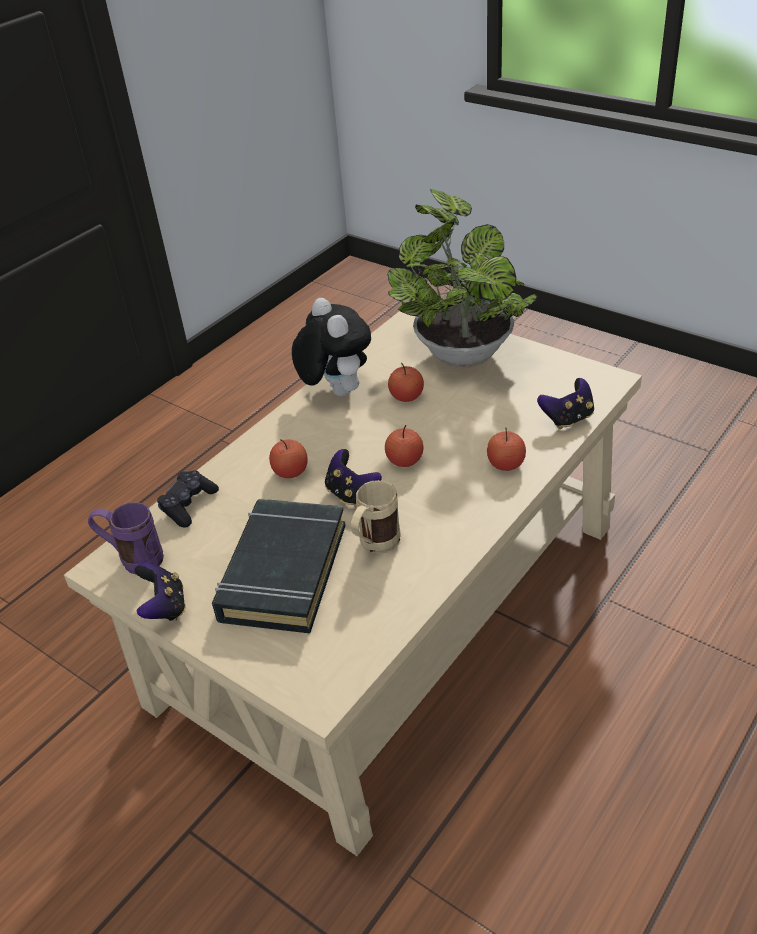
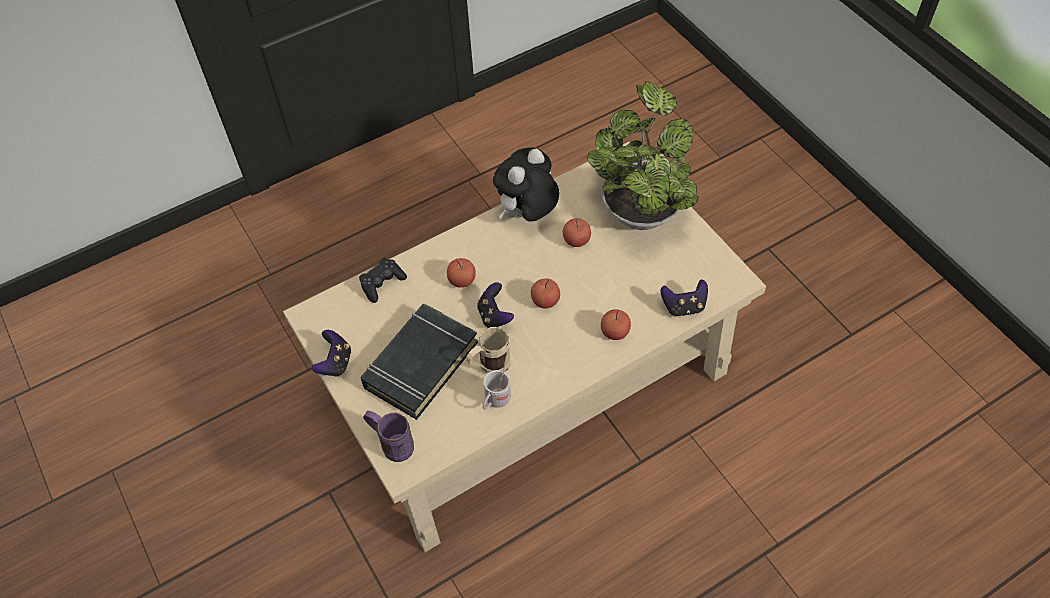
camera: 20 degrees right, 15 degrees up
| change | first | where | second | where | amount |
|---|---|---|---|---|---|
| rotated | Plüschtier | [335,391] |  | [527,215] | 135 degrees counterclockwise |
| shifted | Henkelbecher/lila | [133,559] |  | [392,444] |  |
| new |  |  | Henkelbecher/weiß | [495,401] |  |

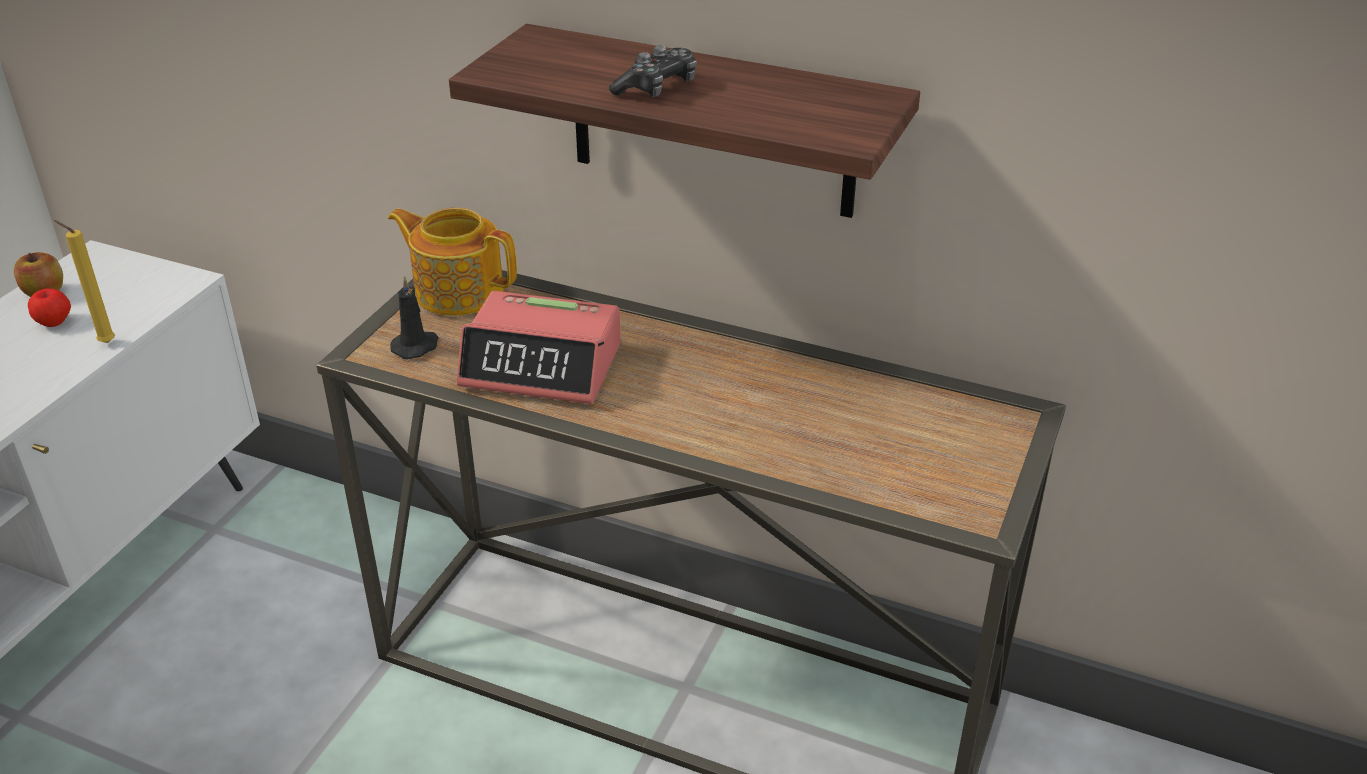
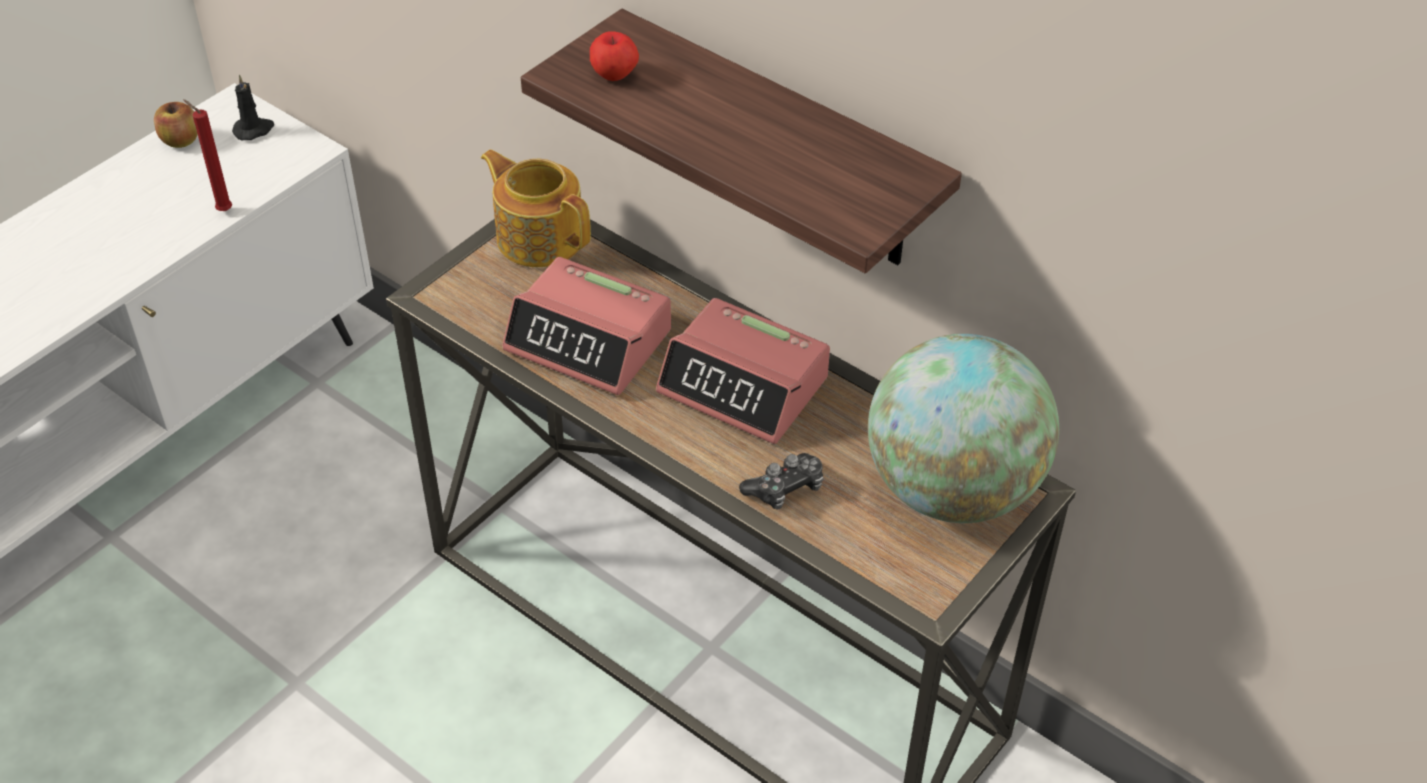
camera: 15 degrees right, 10 degrees up
| change | first | where | second | where | amount |
|---|---|---|---|---|---|
| shifted | Gamepad | [657,88] |  | [785,488] |  |
| repainted | Kerze/gelb | [104,342] | Kerze/rot | [222,210] |  |
| shifted | Kerze/schwarz | [416,346] |  | [254,130] |  |
| shifted | Apfel | [54,322] |  | [614,75] |  |
| new |  |  | Wecker | [744,385] |  |
| new |  |  | Globus | [952,489] |  |

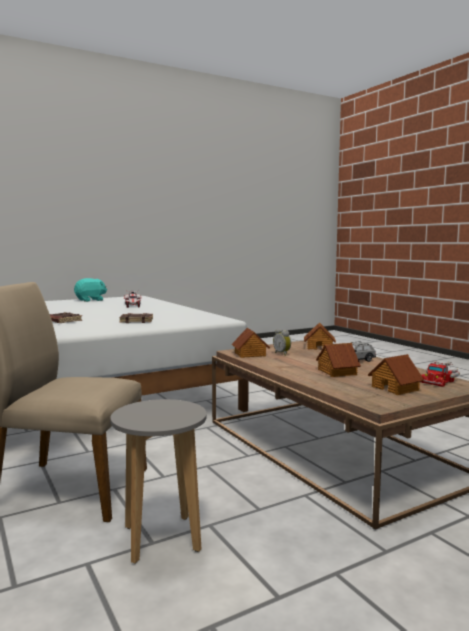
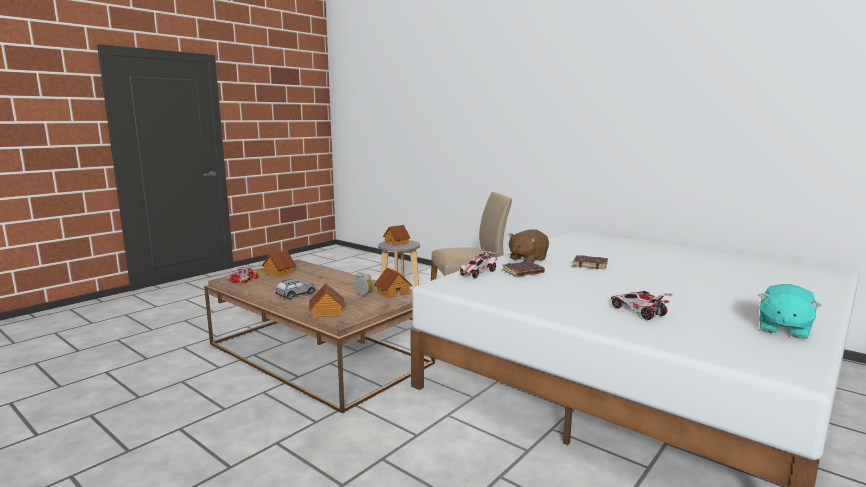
camera: 160 degrees right, 5 degrees up
| change | first | where | second | where | amount |
|---|---|---|---|---|---|
| shifted | Spielzeughaus | [336,372] |  | [397,243] |  |
| new |  |  | Plüschtier/braun | [527,259] |  |
| new |  |  | Spielzeugauto | [478,273] |  |

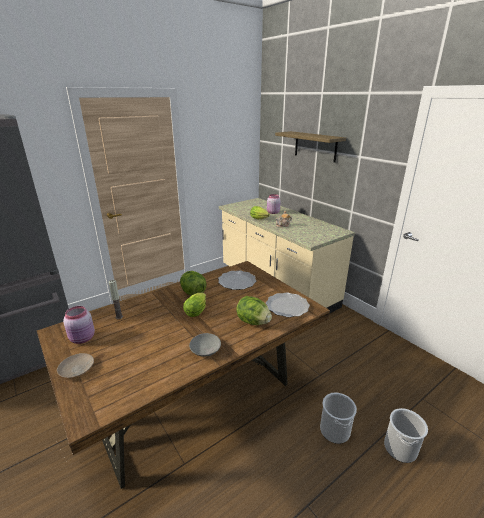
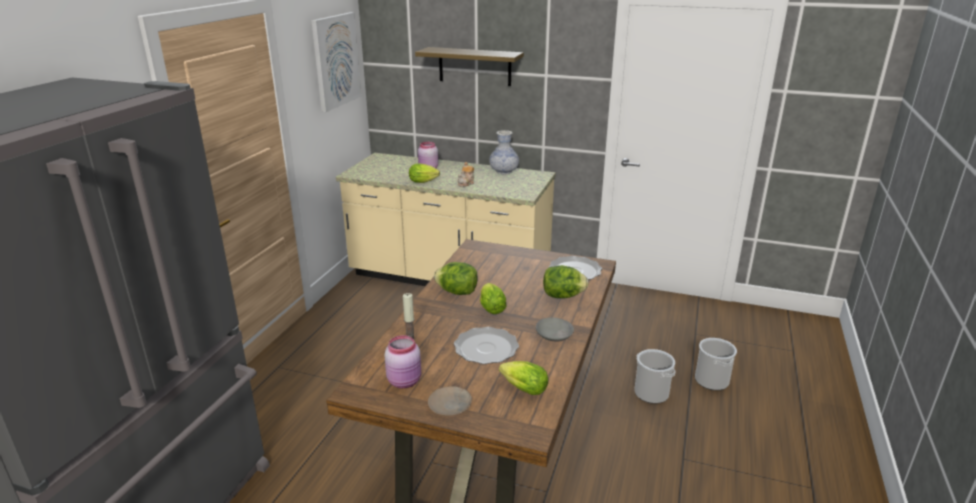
camera: 35 degrees left, 0 degrees up
| change | first | where | second | where | amount |
|---|---|---|---|---|---|
| shifted | Teller | [236,282] |  | [485,348] |  |
| new |  |  | Bild | [336,61] |  |
| new |  |  | Vase | [504,171] |  |
| new |  |  | Salatkopf | [521,388] |  |

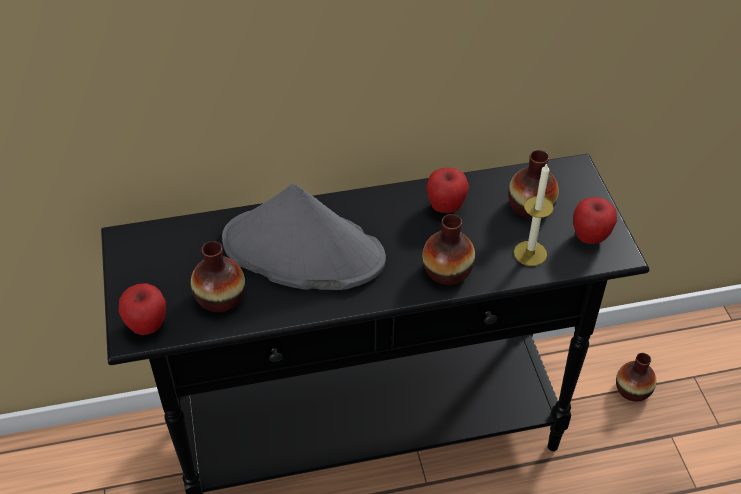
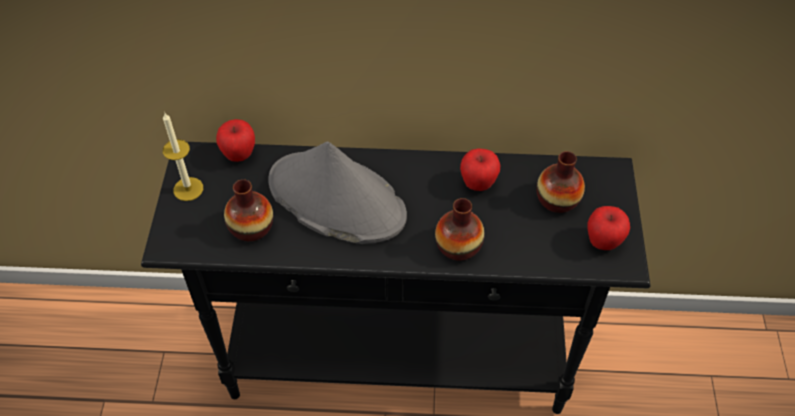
camera: 15 degrees right, 5 degrees up
| change | first | where | second | where | amount |
|---|---|---|---|---|---|
| shifted | Kerze | [530,253] |  | [188,189] |  |
| shifted | Apfel | [147,326] |  | [239,155] |  |
| gone | Vase | [632,389] |  |  |  |

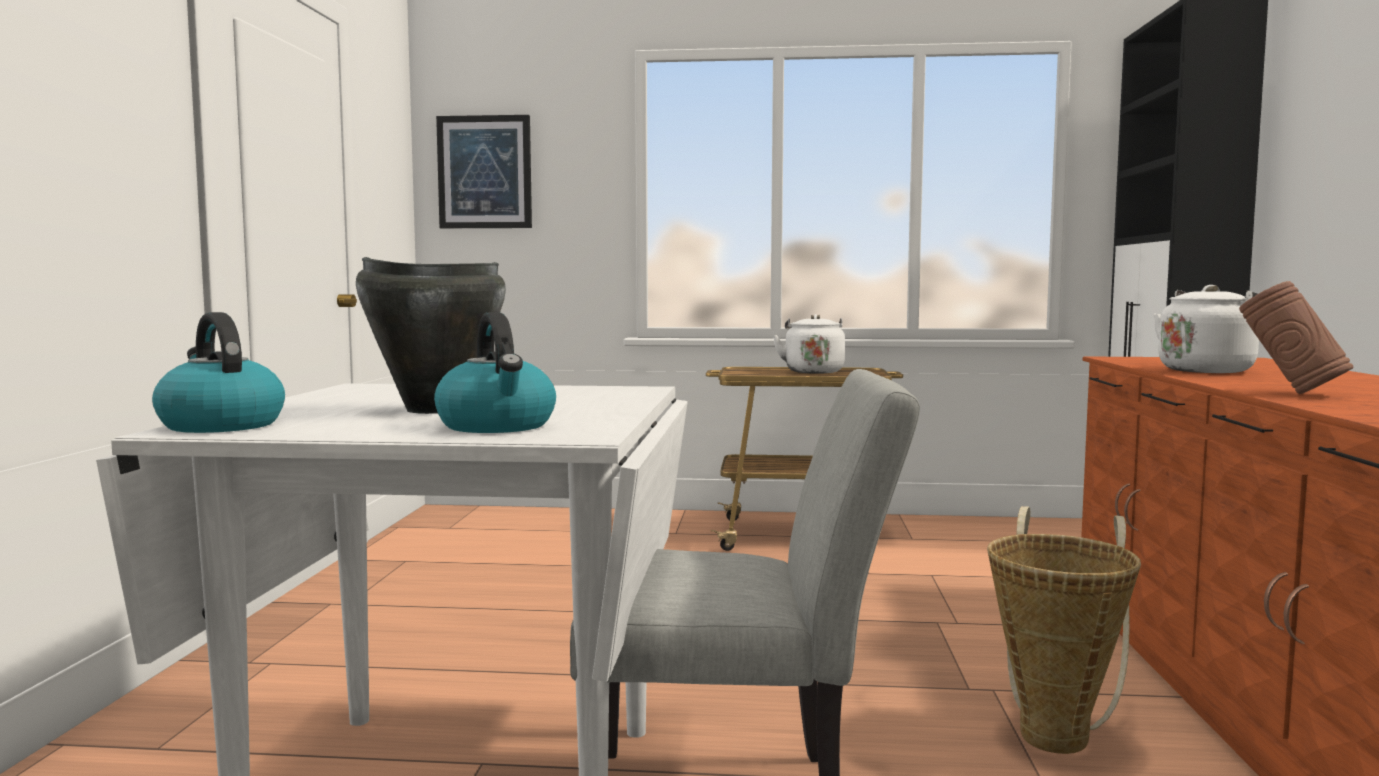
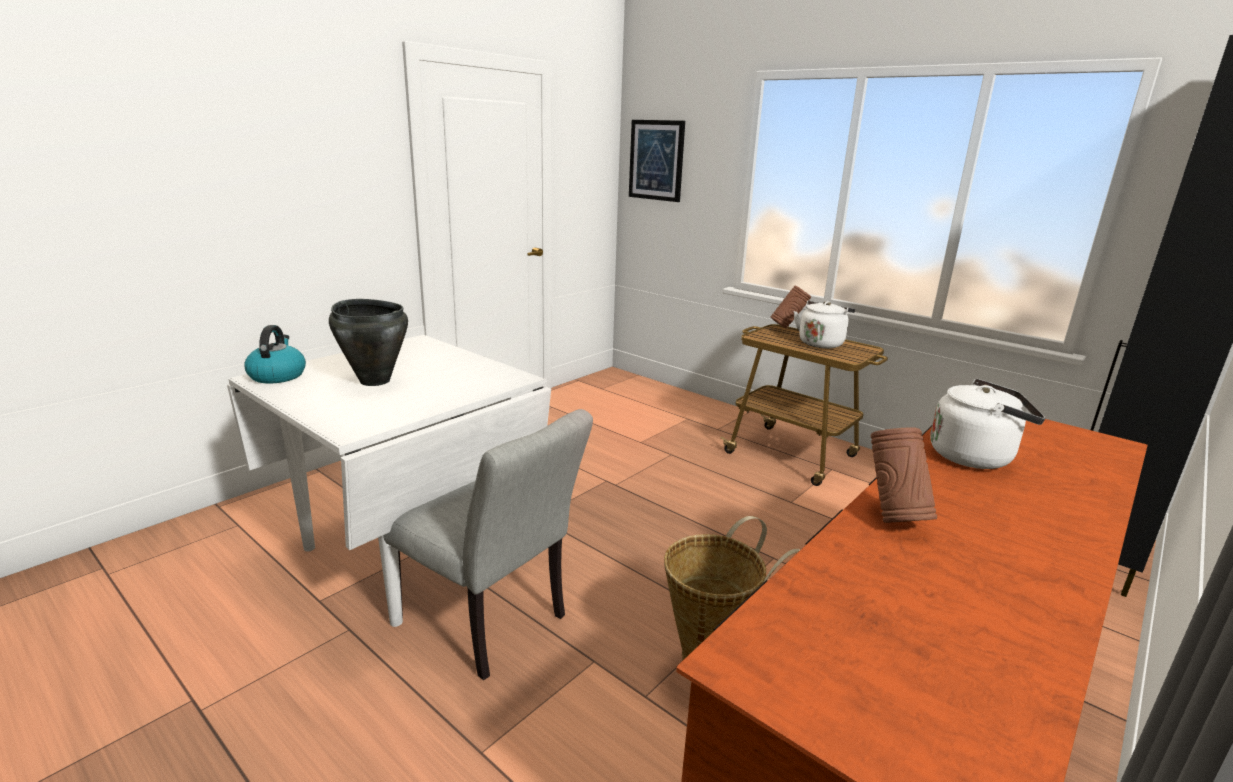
camera: 35 degrees right, 15 degrees up
| change | first | where | second | where | amount |
|---|---|---|---|---|---|
| gone | Wasserkessel | [497,426] |  |  |  |
| new |  |  | Vase/braun | [787,327] |  |

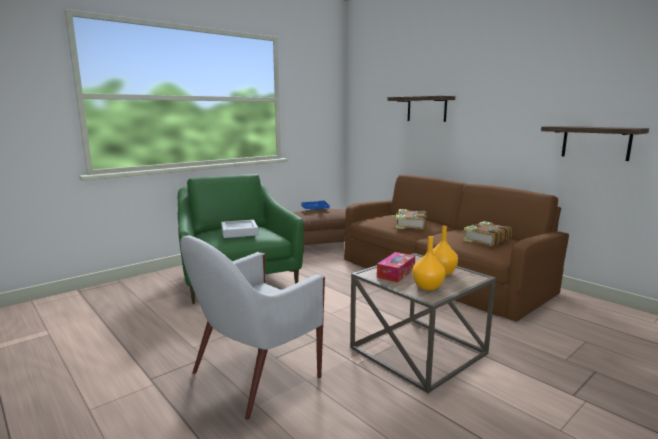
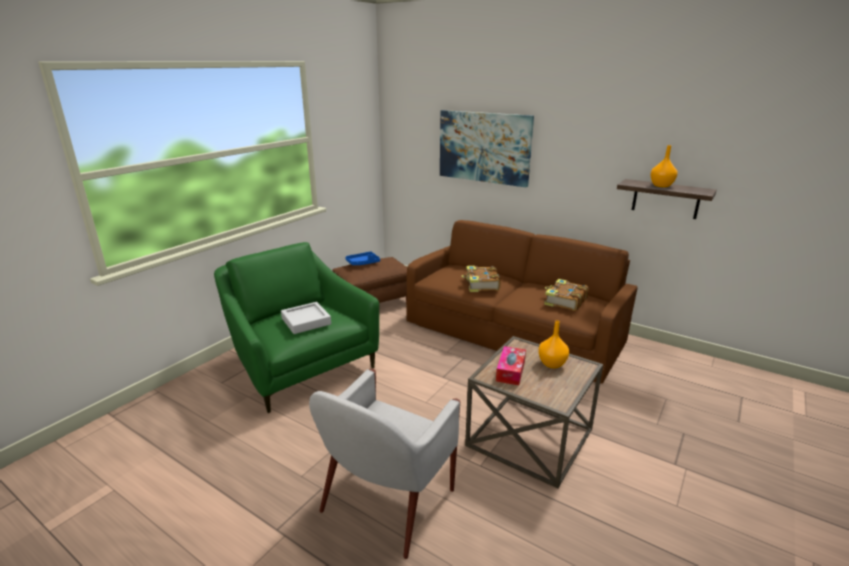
camera: 15 degrees left, 10 degrees up
| change | first | where | second | where | amount |
|---|---|---|---|---|---|
| swapped | Wandregal | [426,109] | Bild | [484,147] |  |
| shifted | Vase/orange | [428,287] |  | [661,185] |  |

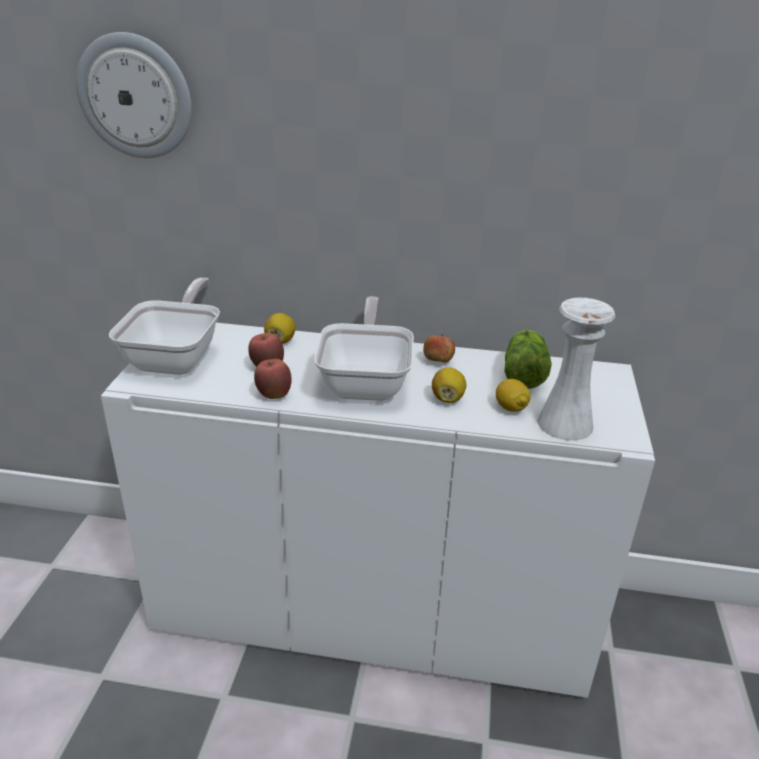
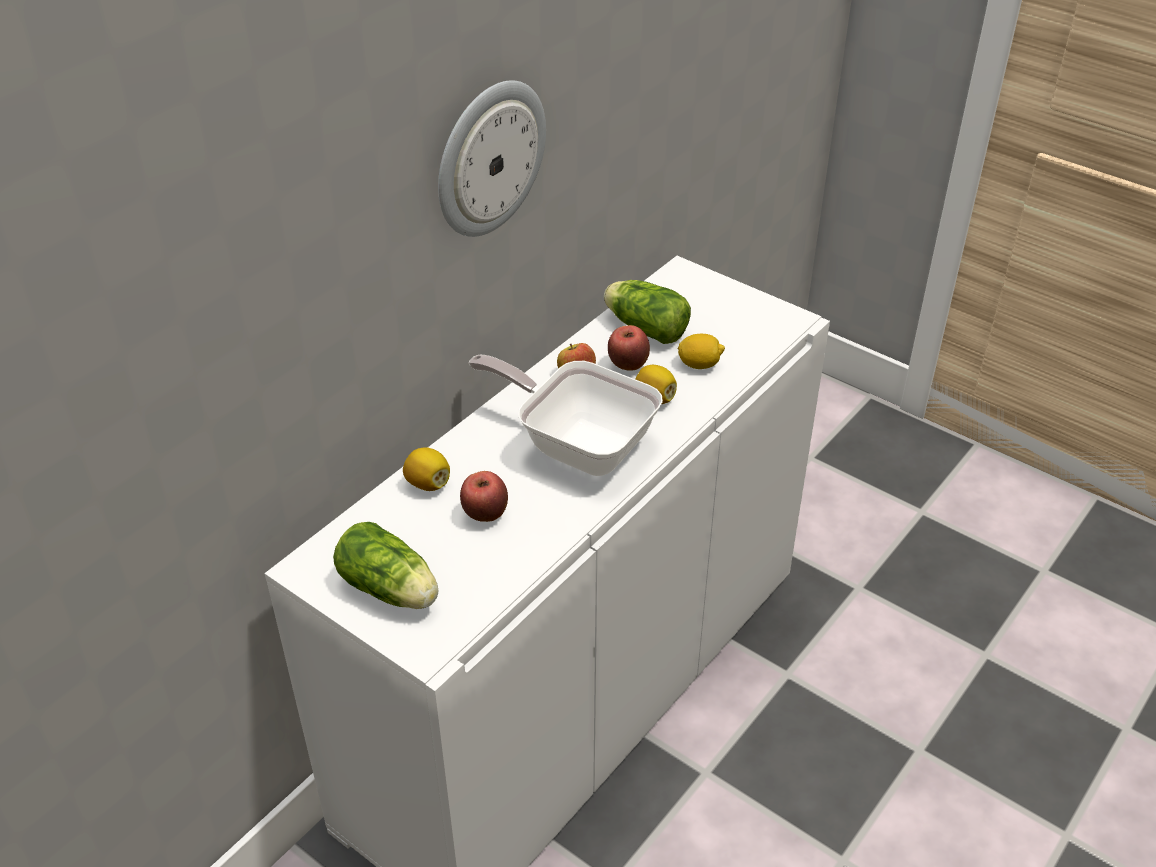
camera: 60 degrees left, 10 degrees up
| change | first | where | second | where | amount |
|---|---|---|---|---|---|
| shifted | Wanduhr | [135,96] |  | [489,158] |  |
| swapped | Pfanne | [177,356] | Salatkopf | [392,591] |  |
| gone | Vase/weiß | [565,424] |  |  |  |
| shifted | Apfel | [273,395] |  | [628,365] |  |

